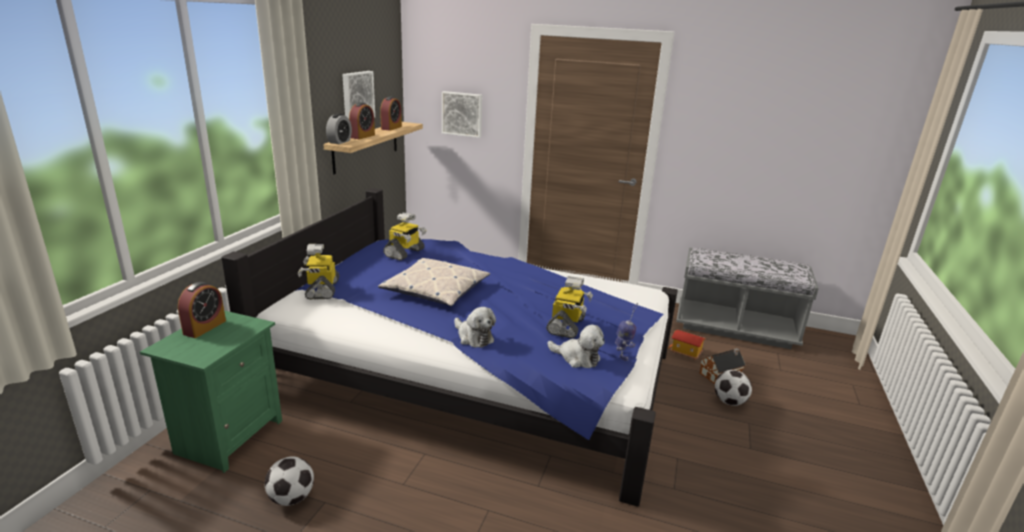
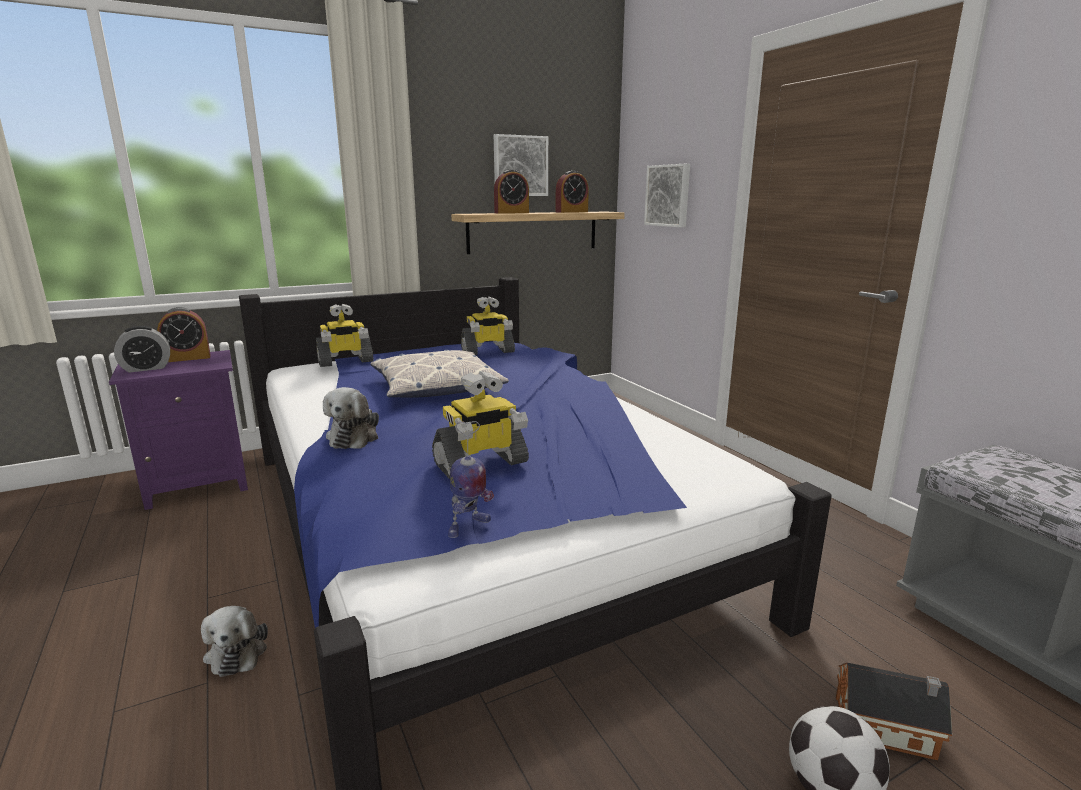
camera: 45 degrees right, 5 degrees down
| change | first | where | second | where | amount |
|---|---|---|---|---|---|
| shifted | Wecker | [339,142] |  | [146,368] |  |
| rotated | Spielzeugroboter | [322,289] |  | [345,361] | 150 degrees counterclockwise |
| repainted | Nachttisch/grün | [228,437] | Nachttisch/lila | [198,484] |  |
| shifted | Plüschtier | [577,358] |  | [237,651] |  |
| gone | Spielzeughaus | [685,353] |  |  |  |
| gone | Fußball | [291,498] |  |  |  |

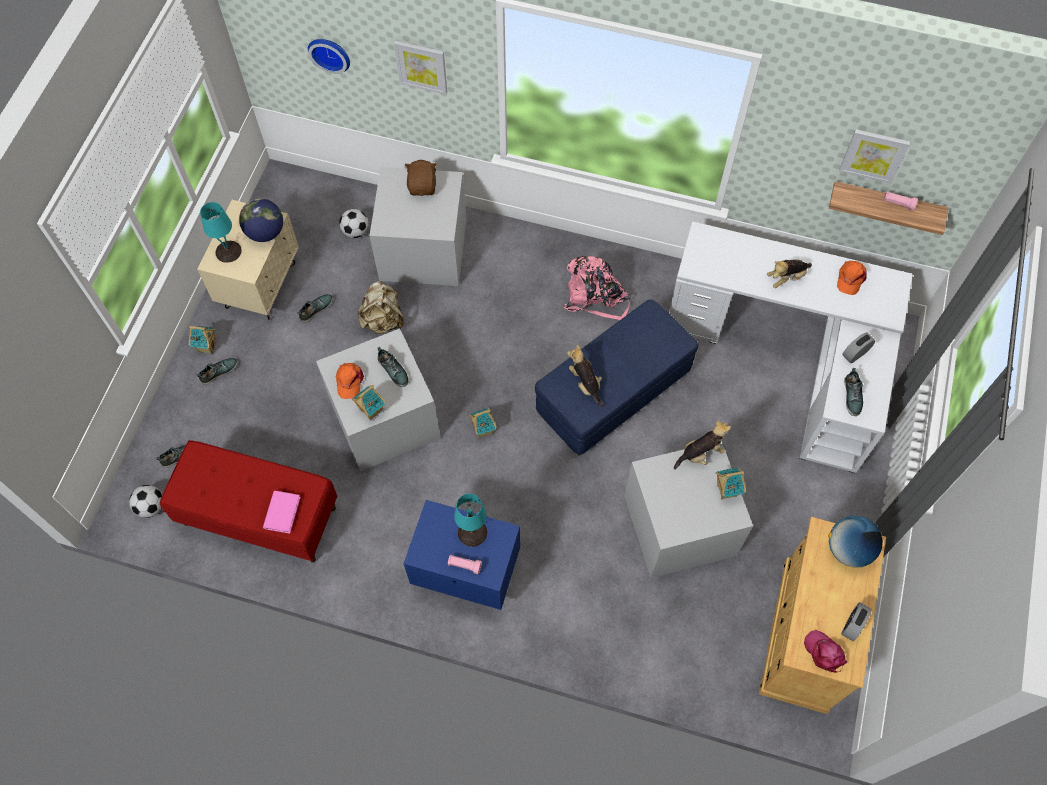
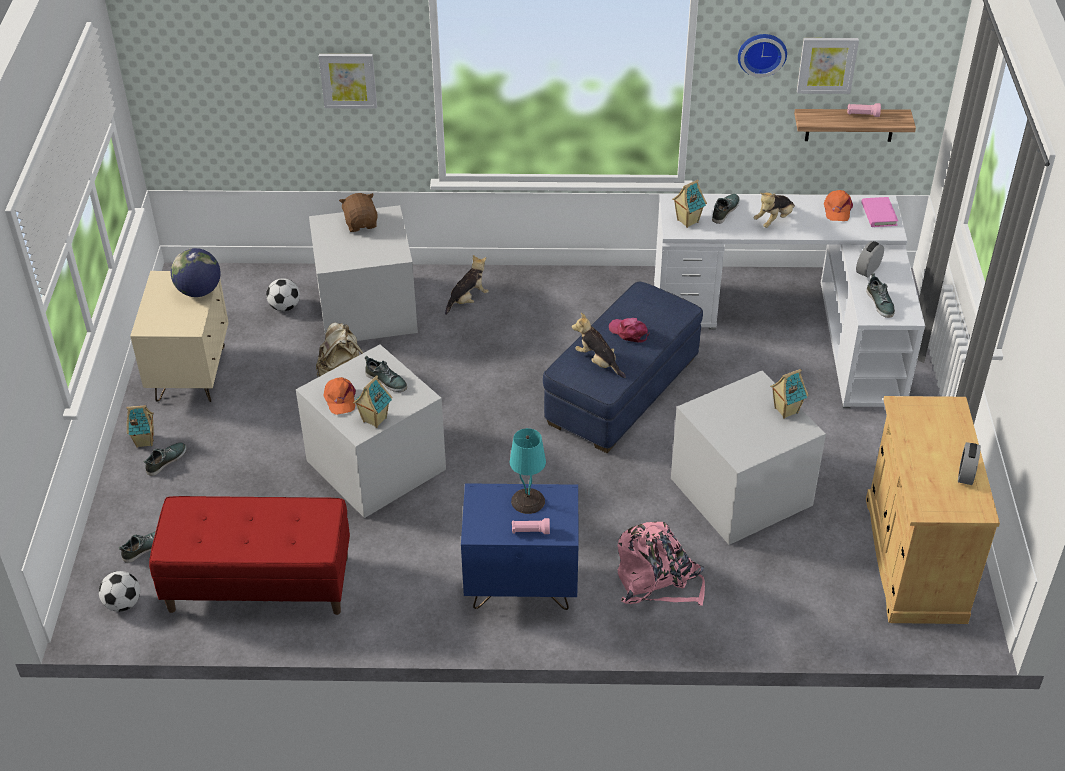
camera: 15 degrees left, 20 degrees down
| change | first | where | second | where | amount |
|---|---|---|---|---|---|
| shifted | Wanduhr | [330,53] |  | [761,53] |  |
| gone | Tischlampe/türkis | [228,251] |  |  |  |
| shifted | Rucksack/rosa | [595,297] |  | [657,581] |  |
| shifted | Schuh | [316,309] |  | [725,210] |  |
| shifted | Spielzeughaus | [482,430] |  | [687,221] |  |
| shifted | Plüschtier | [701,453] |  | [468,300] |  |
| shifted | Buch/rosa | [282,513] |  | [878,214] |  |
| gone | Globus | [848,549] |  |  |  |
| shifted | Kappe/rosa | [824,653] |  | [629,332] |  |

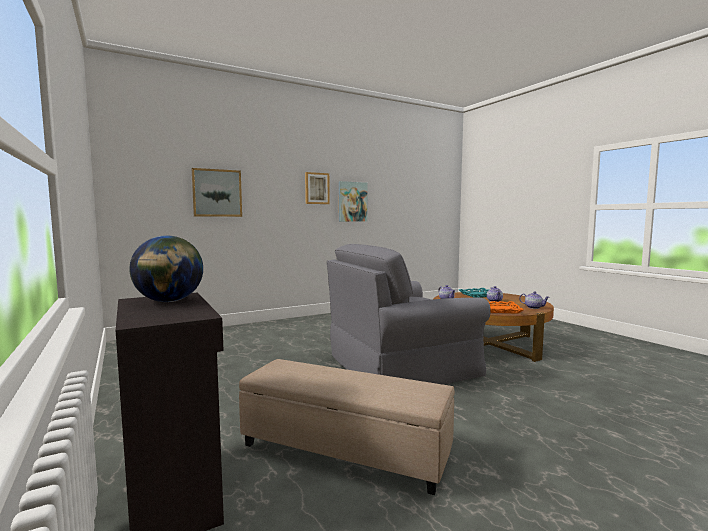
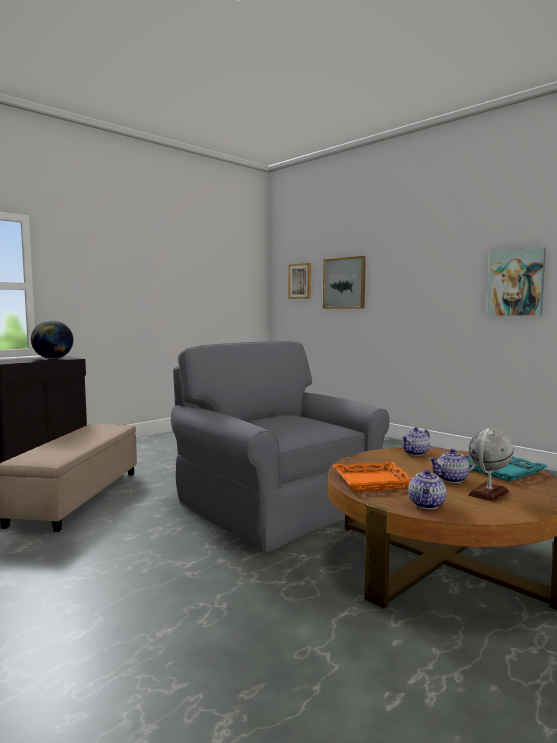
camera: 75 degrees right, 0 degrees up
| change | first | where | second | where | amount |
|---|---|---|---|---|---|
| shifted | Bild | [317,188] |  | [300,281] |  |
| new |  |  | Globus | [488,493] |  |

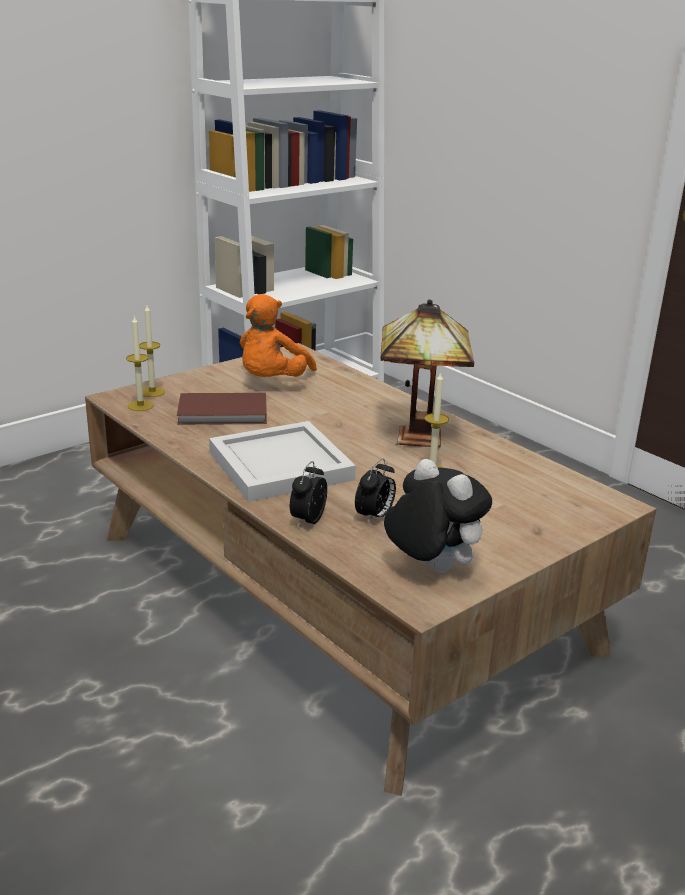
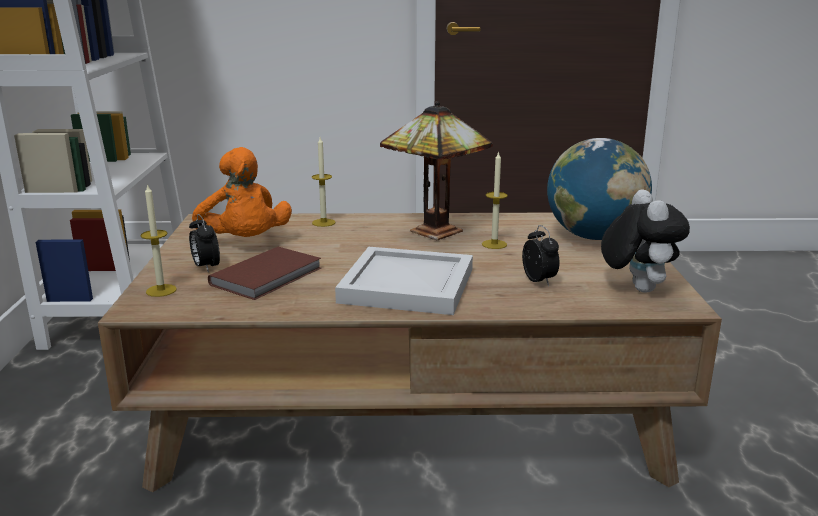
camera: 50 degrees left, 5 degrees down
| change | first | where | second | where | amount |
|---|---|---|---|---|---|
| shifted | Kerze | [140,406] |  | [323,222] |  |
| rotated | Plüschtier | [430,568] |  | [636,288] | 90 degrees clockwise |
| shifted | Wecker | [308,520] |  | [206,267] |  |
| new |  |  | Globus | [594,237] |  |

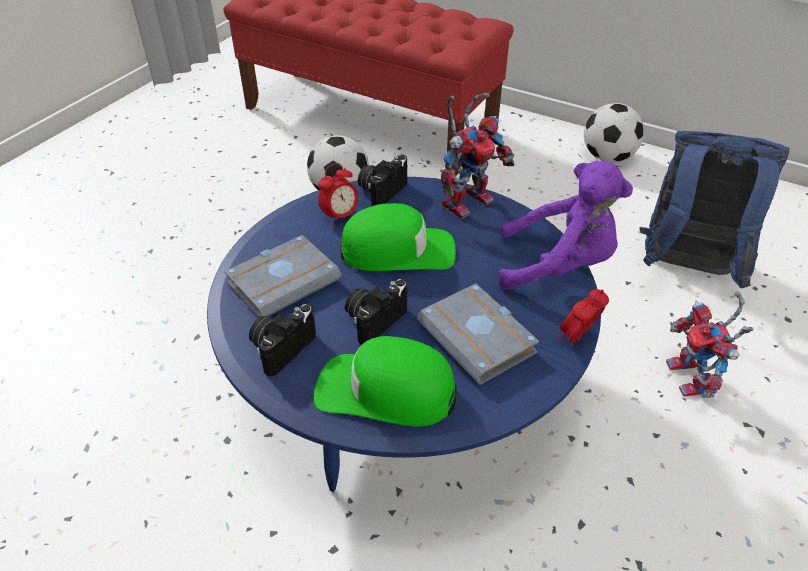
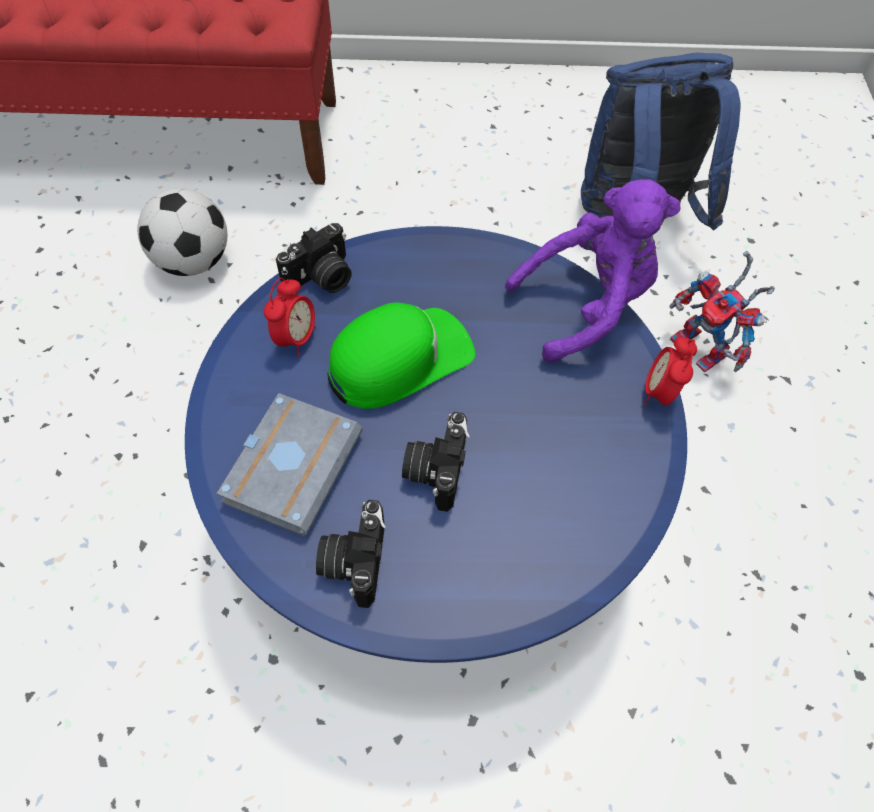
camera: 30 degrees left, 15 degrees up
| change | first | where | second | where | amount |
|---|---|---|---|---|---|
| gone | Spielzeugroboter | [468,199] |  |  |  |
| gone | Fußball | [607,157] |  |  |  |
| rotated | Kamera | [381,190] |  | [322,278] | 135 degrees counterclockwise |
| gone | Buch/grau | [480,339] |  |  |  |
| gone | Kappe/grün | [385,391] |  |  |  |

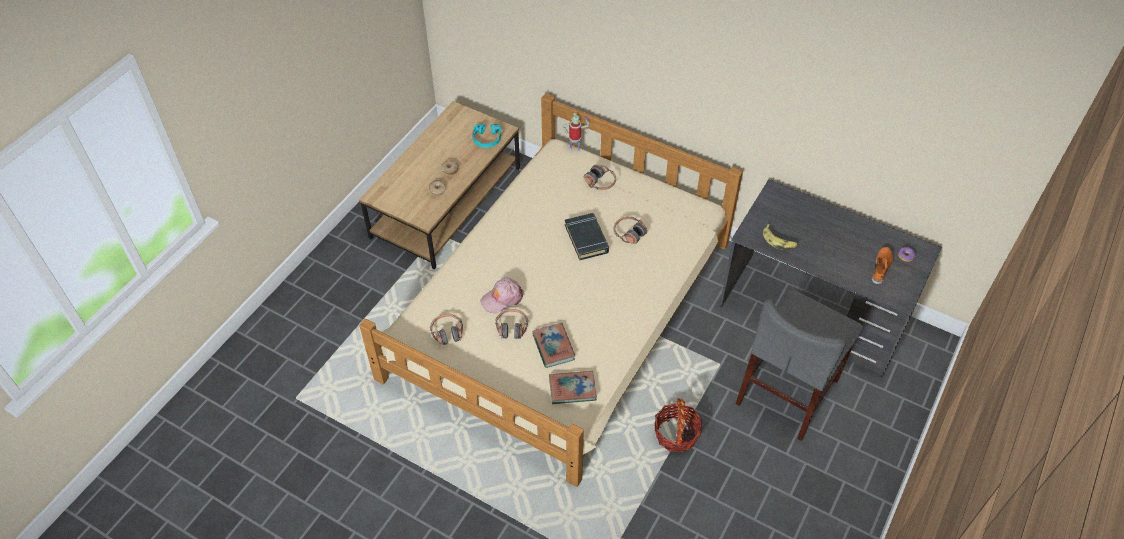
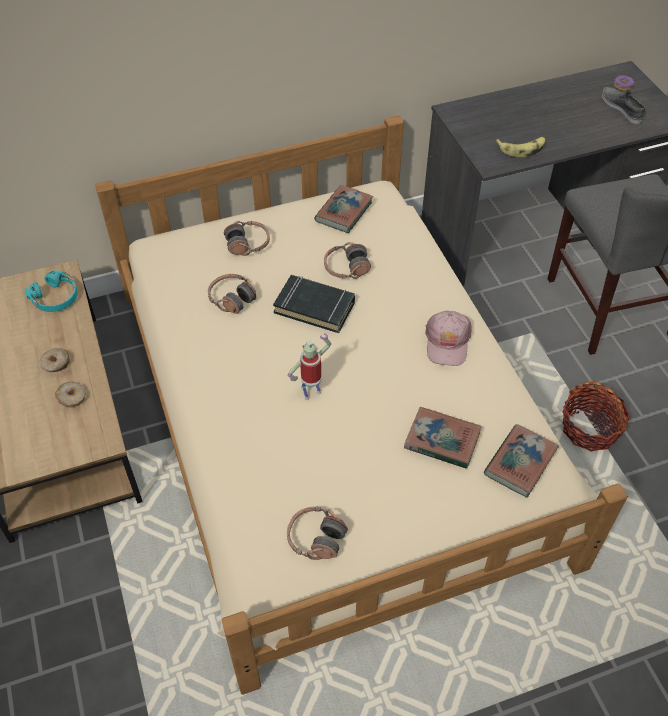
camera: 50 degrees left, 0 degrees up
| change | first | where | second | where | amount |
|---|---|---|---|---|---|
| shifted | Spielzeugroboter | [575,149] |  | [311,393] |  |
| repainted | Schuh/orange | [881,267] | Schuh/grau | [622,108] |  |
| shifted | Kappe/rosa | [502,298] |  | [447,342] |  |
| shifted | Kopfhörer | [511,328] |  | [232,299] |  |
| new |  |  | Buch | [344,212] |  |

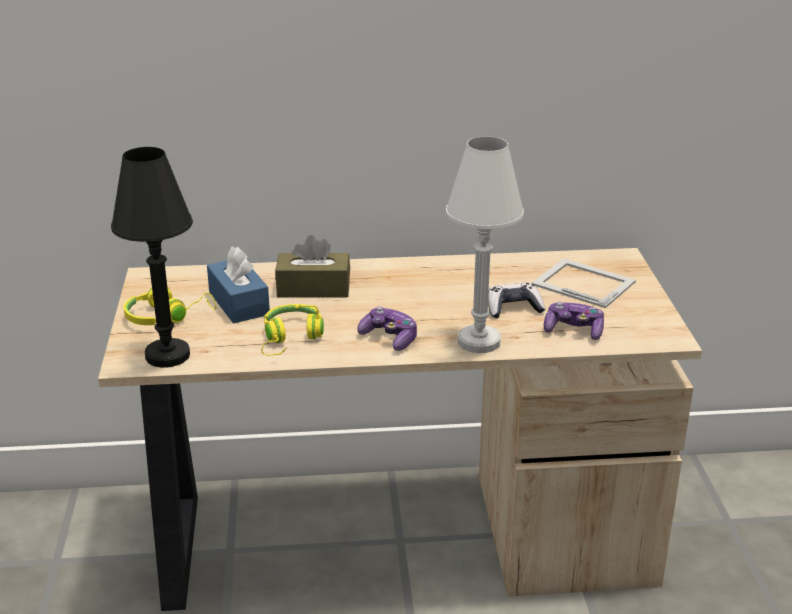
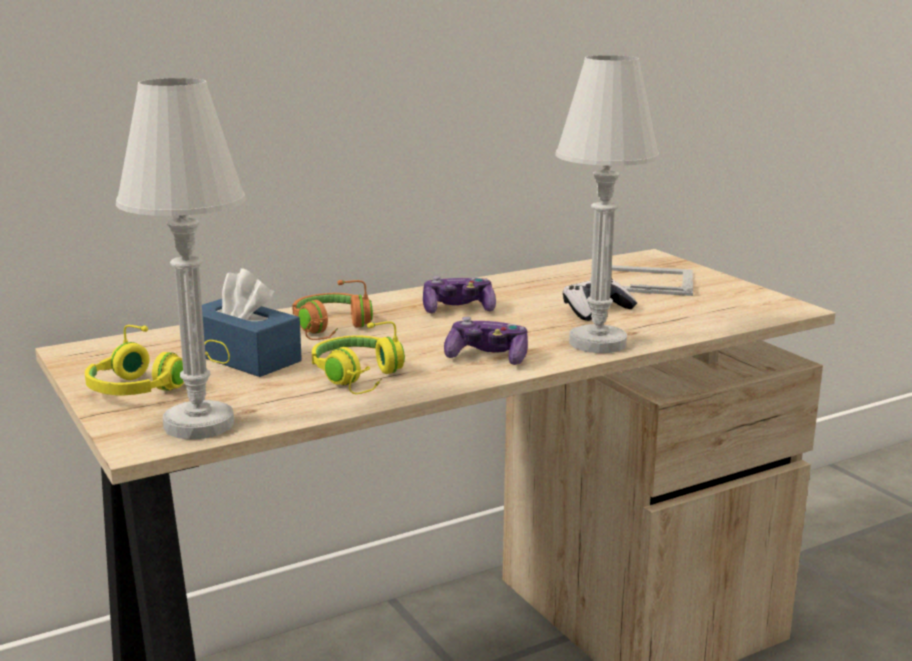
camera: 25 degrees left, 10 degrees down
| change | first | where | second | where | amount |
|---|---|---|---|---|---|
| repainted | Tischlampe/schwarz | [167,355] | Tischlampe/weiß | [199,425] |  |
| swapped | Taschentuchbox/braun | [313,288] | Kopfhörer/orange | [331,329] |  |
| shifted | Gamepad | [573,330] |  | [458,309] |  |

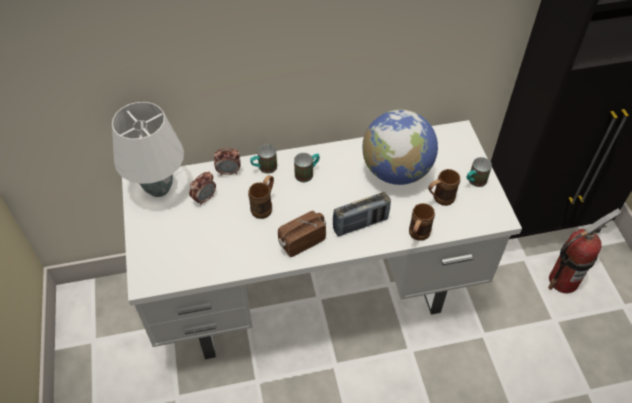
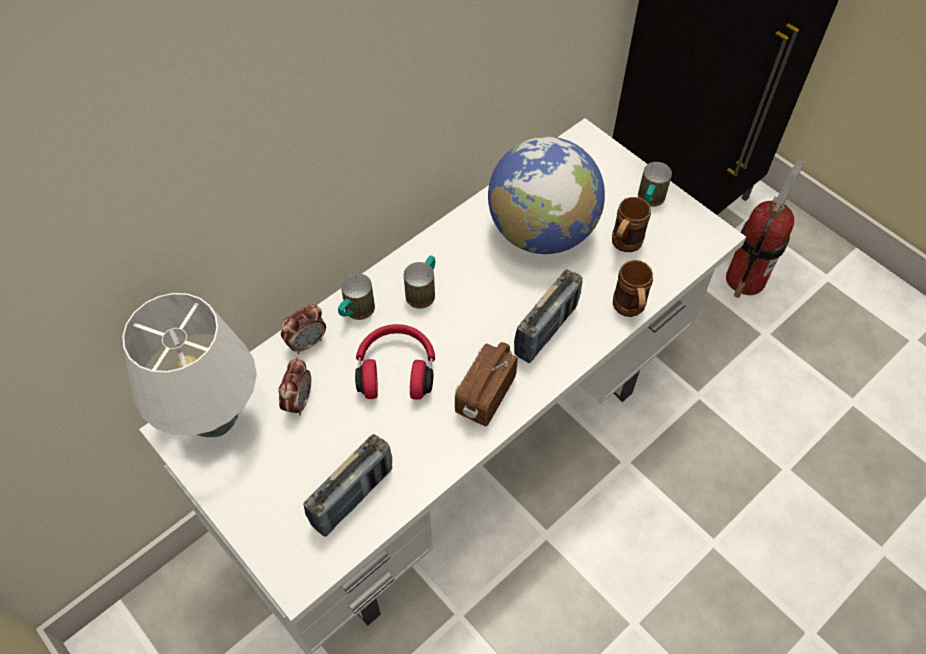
camera: 30 degrees left, 5 degrees up
| change | first | where | second | where | amount |
|---|---|---|---|---|---|
| swapped | Henkelbecher/braun | [264,206] | Kopfhörer/rot | [396,370] |  |
| new |  |  | Radio | [352,497] |  |

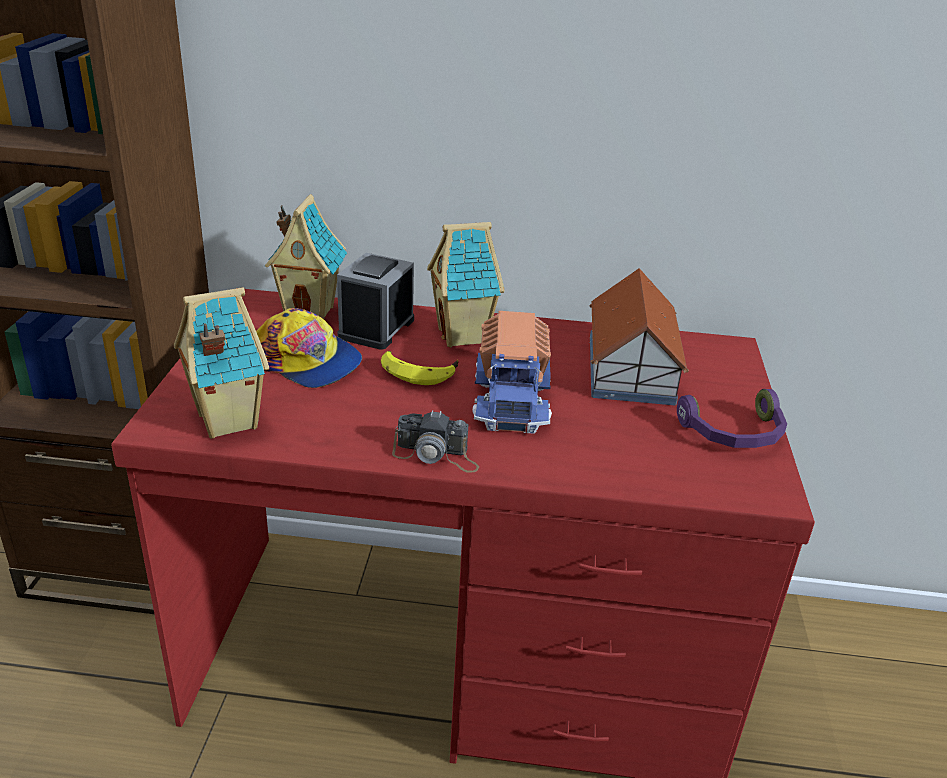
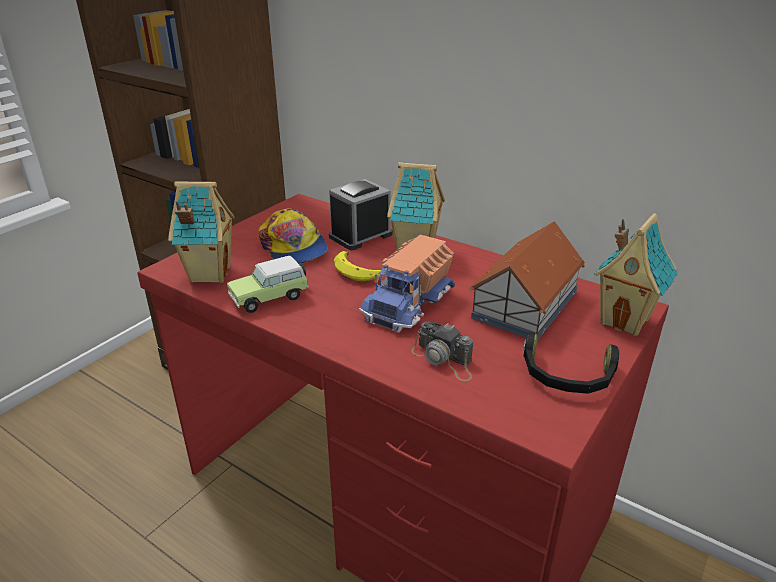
camera: 30 degrees right, 0 degrees up
| change | first | where | second | where | amount |
|---|---|---|---|---|---|
| shifted | Spielzeughaus | [310,312] |  | [625,321] |  |
| repainted | Kopfhörer/lila | [734,434] | Kopfhörer/schwarz | [567,377] |  |
| shifted | Kamera | [436,455] |  | [444,360] |  |
| new |  |  | Spielzeugauto | [272,297] |  |

